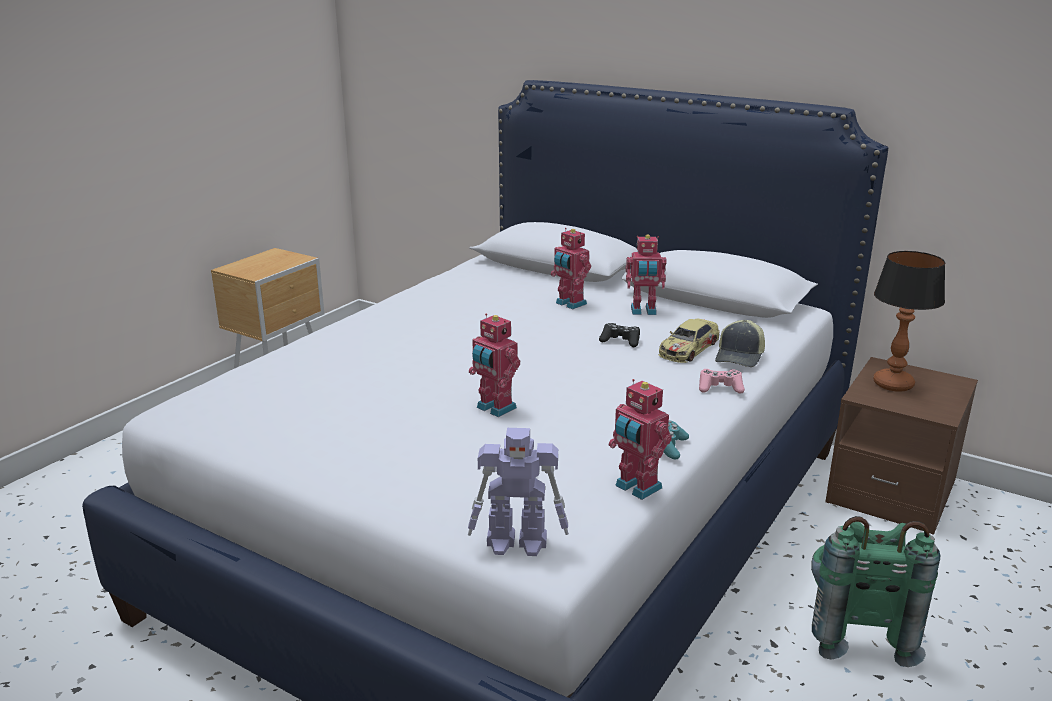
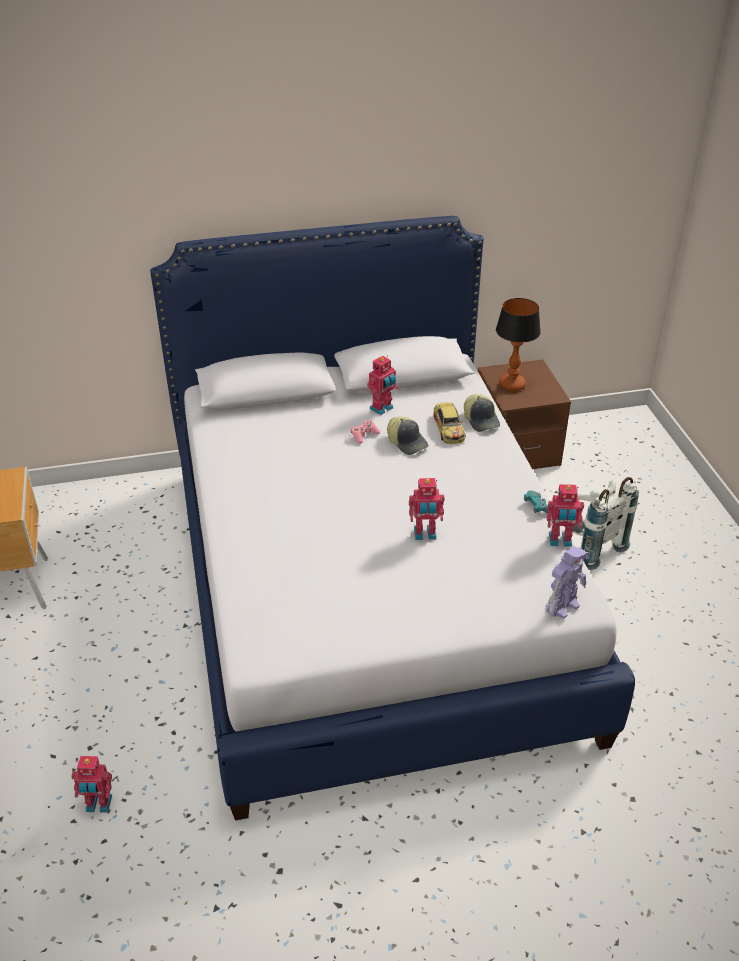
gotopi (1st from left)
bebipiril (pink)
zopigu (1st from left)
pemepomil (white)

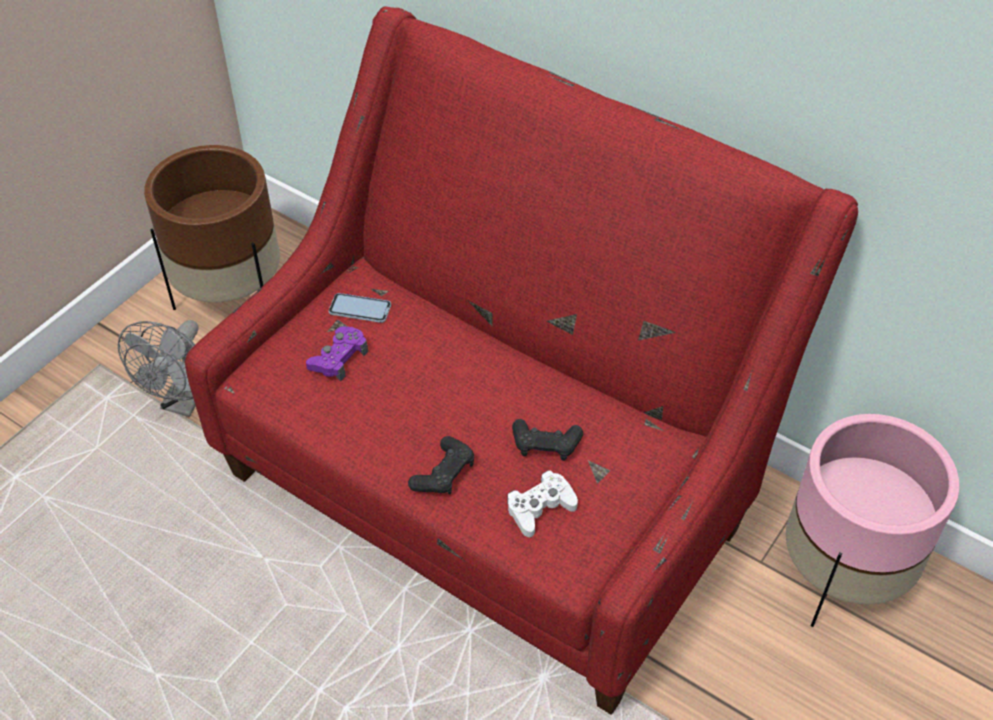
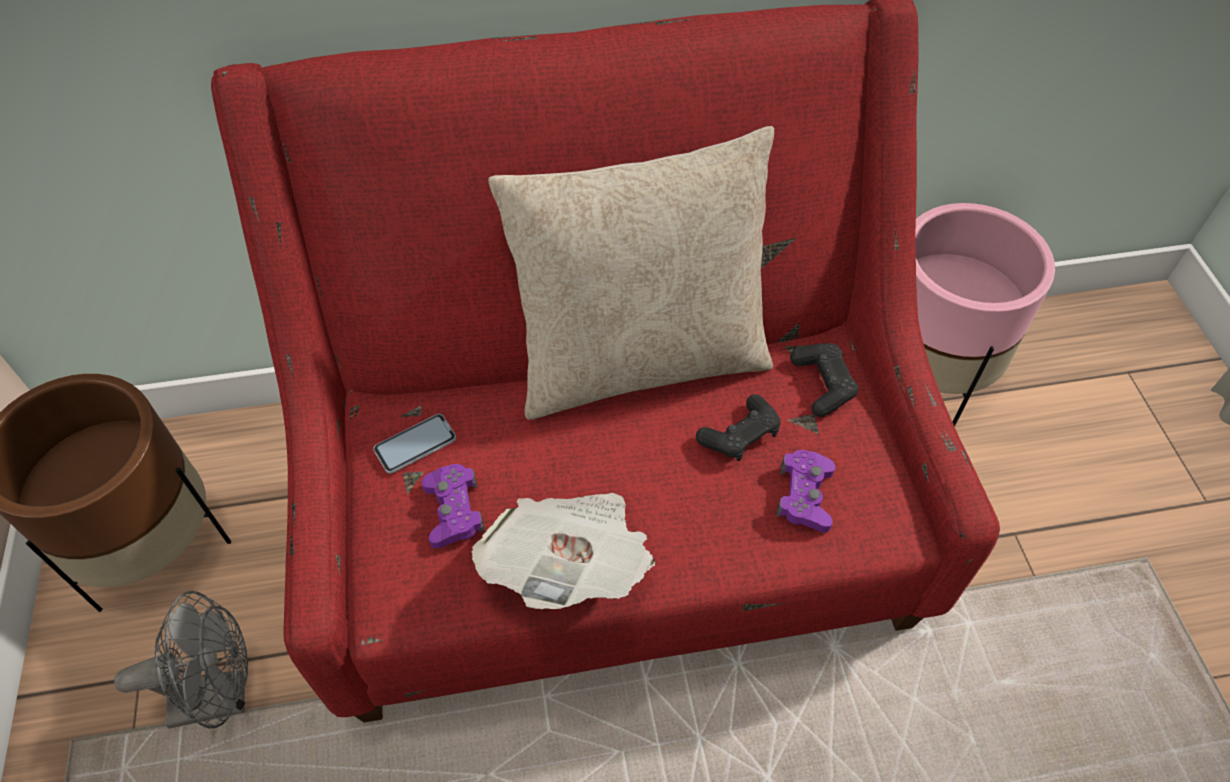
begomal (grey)
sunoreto
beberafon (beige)
bebipiril (purple) (2nd from left)
bebipiril (black) (2nd from left)

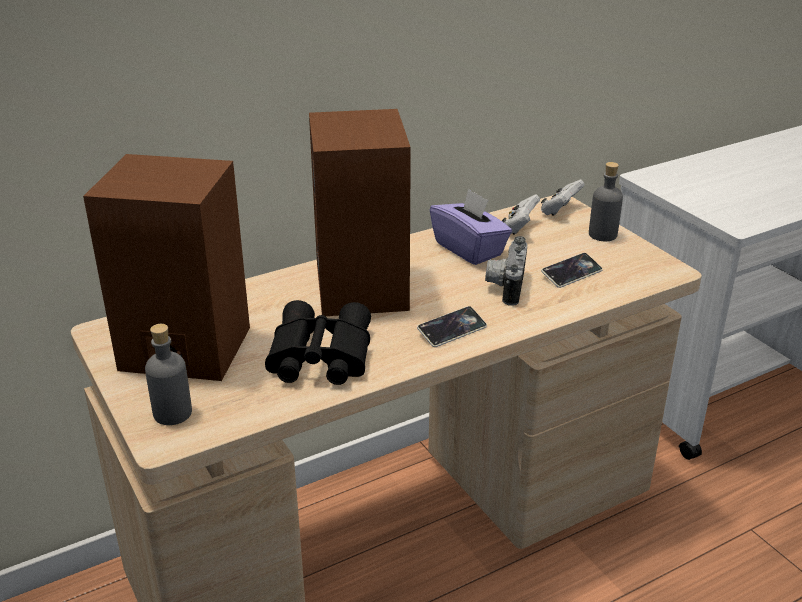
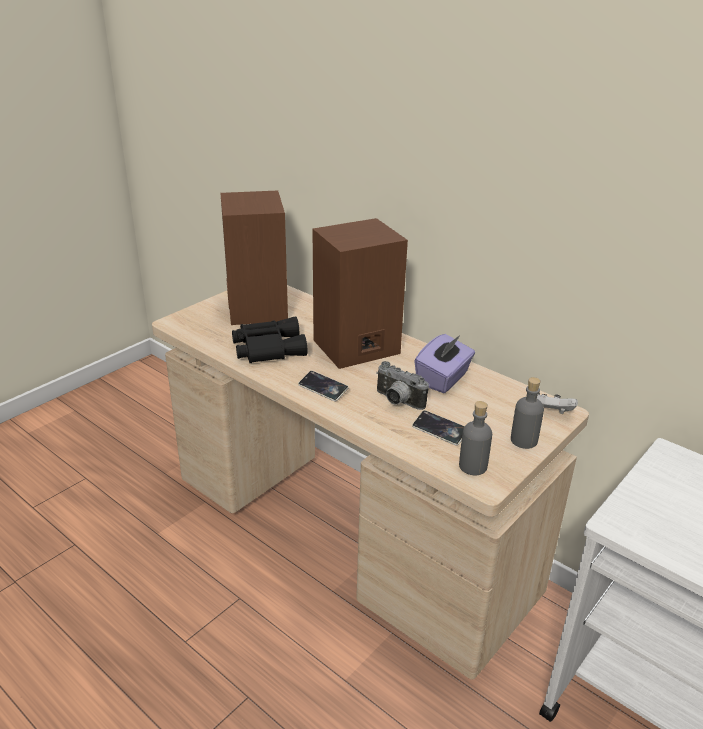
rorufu
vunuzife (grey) (1st from left)
bebipiril (white) (1st from left in the first image)

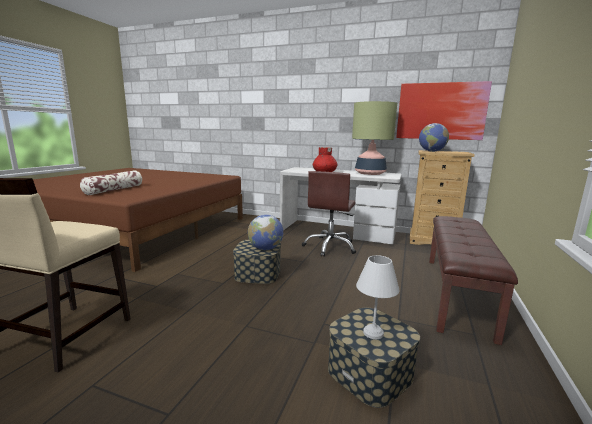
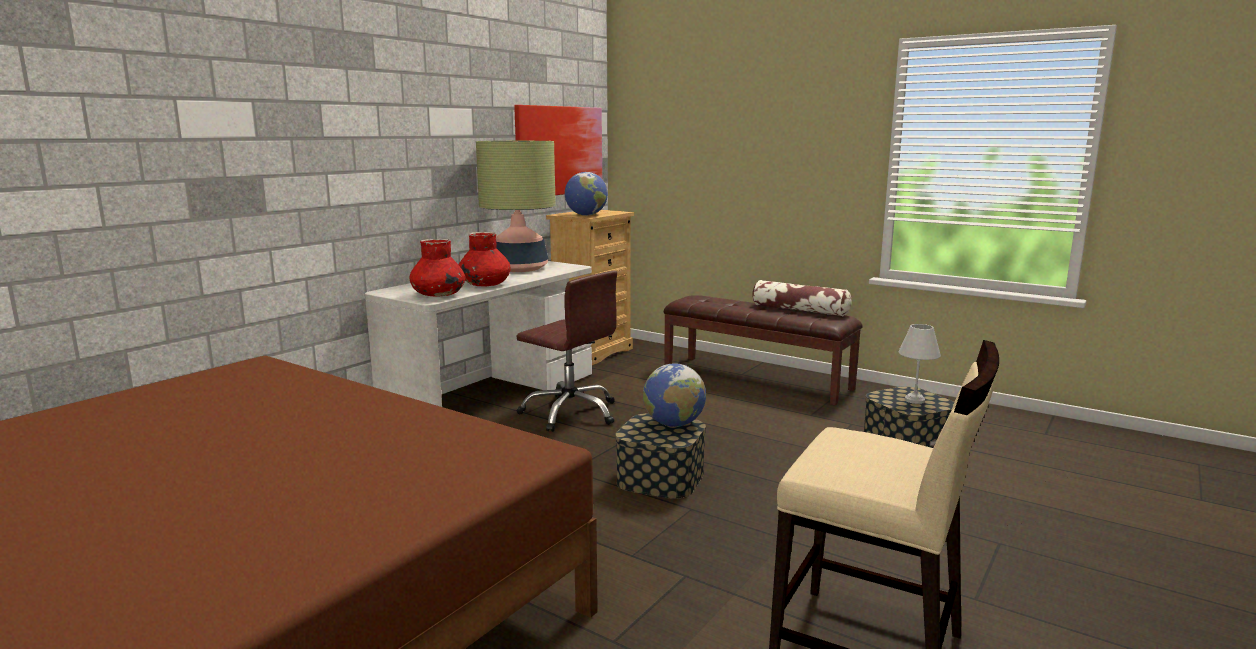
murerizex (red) (1st from left)
beberafon

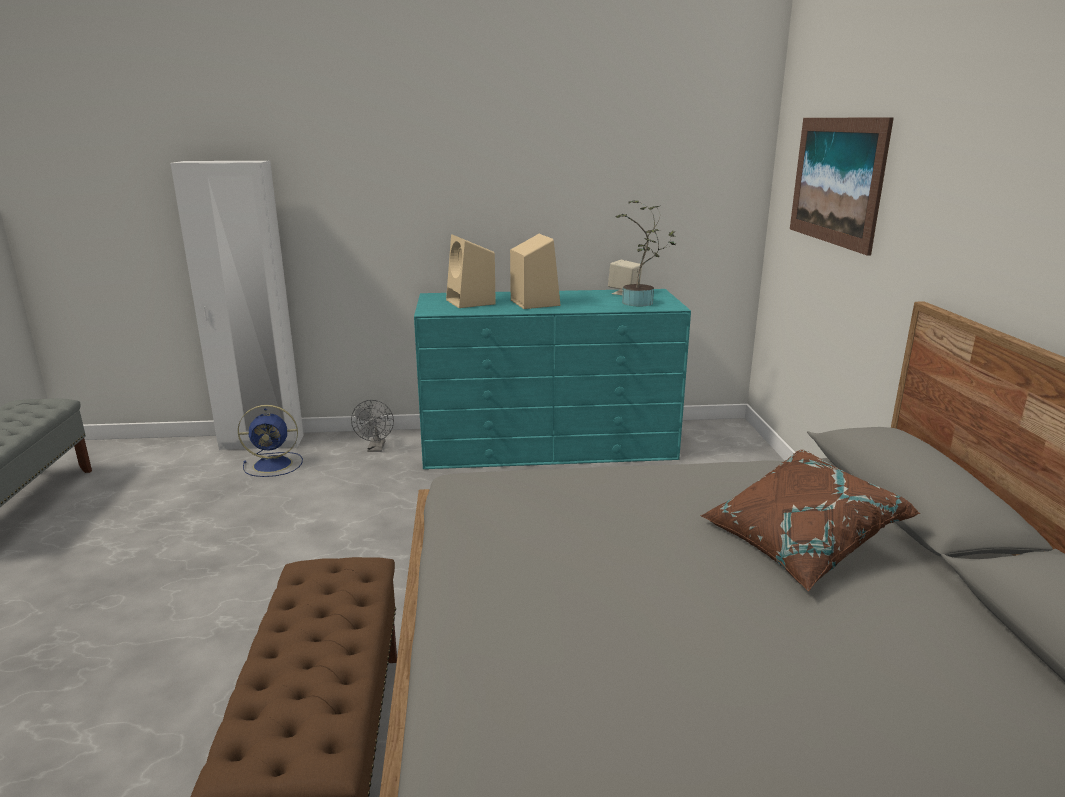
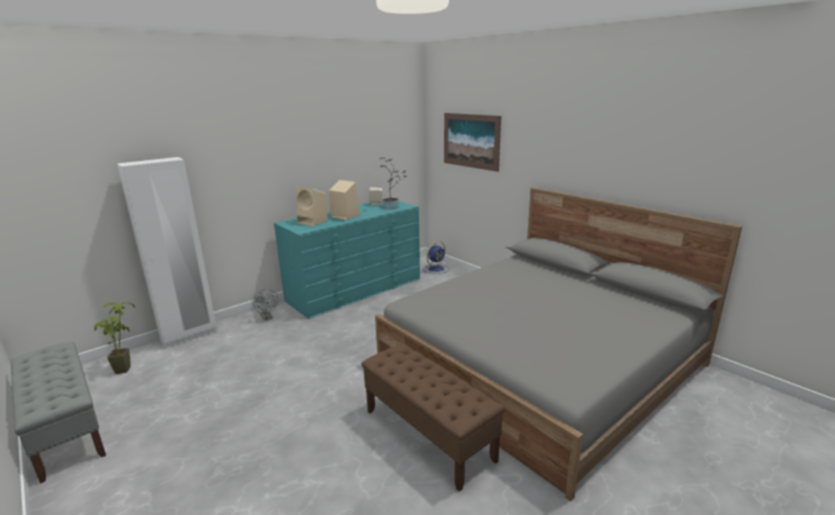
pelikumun (1st from left)
begomal (blue)
beberafon (brown)

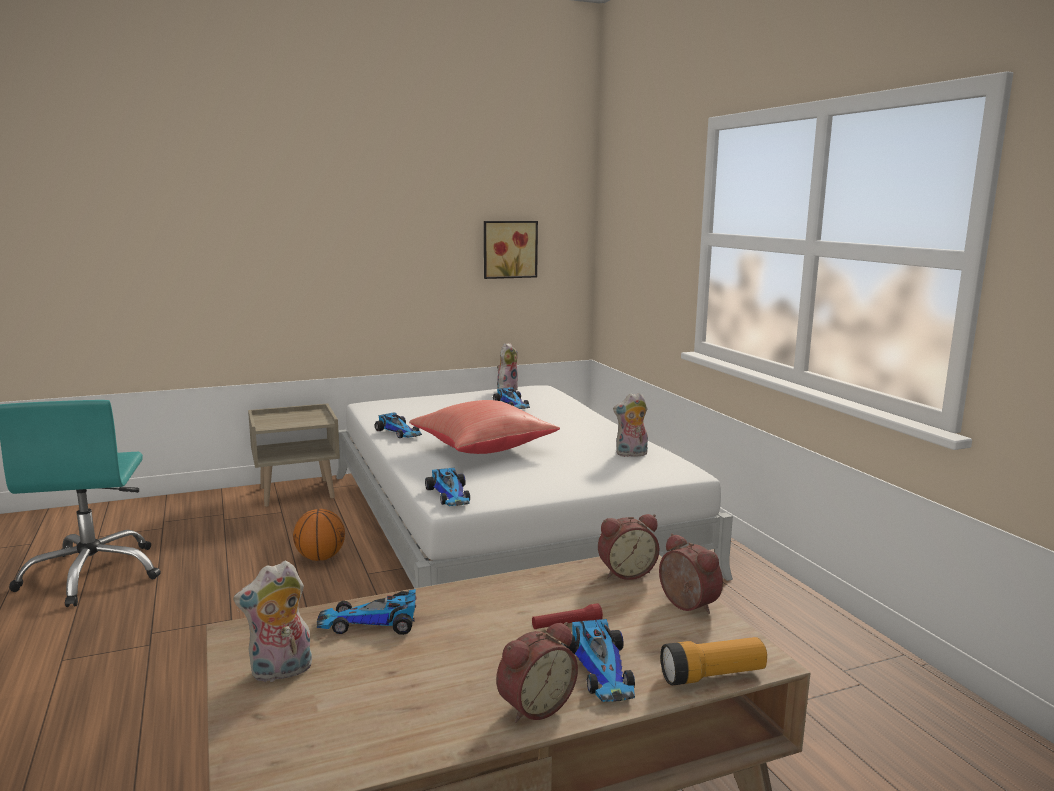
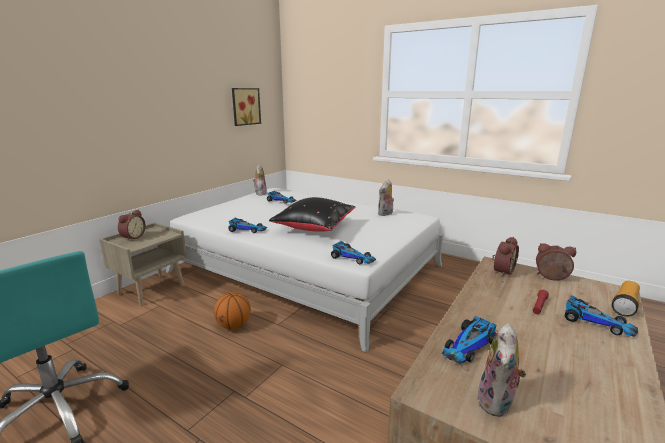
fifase (1st from left)
beberafon (black)

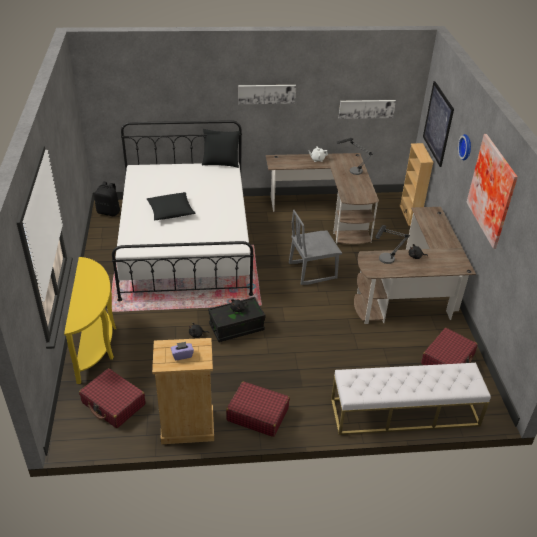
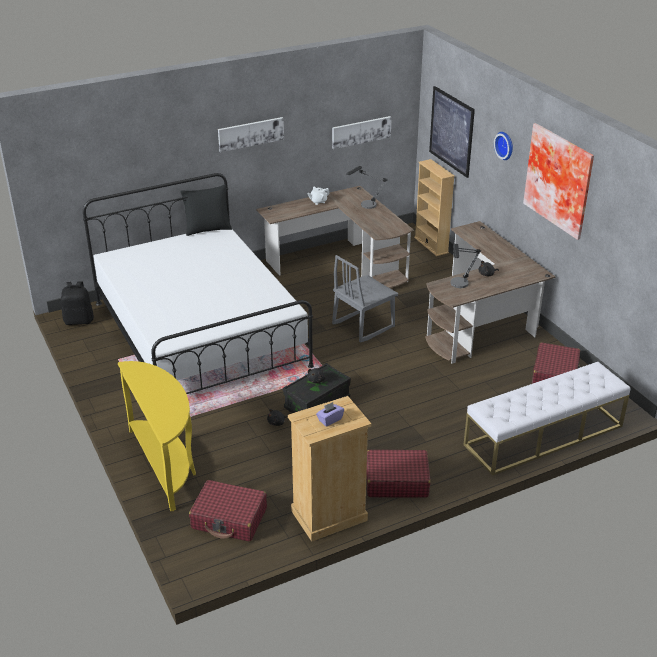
beberafon (black) (1st from left in the first image)

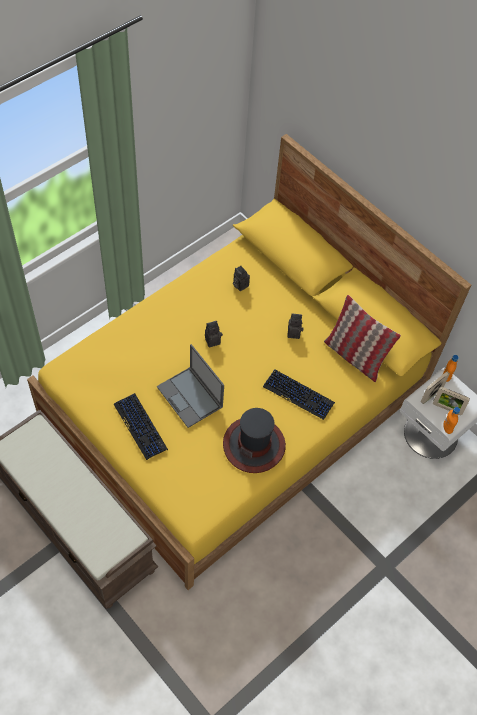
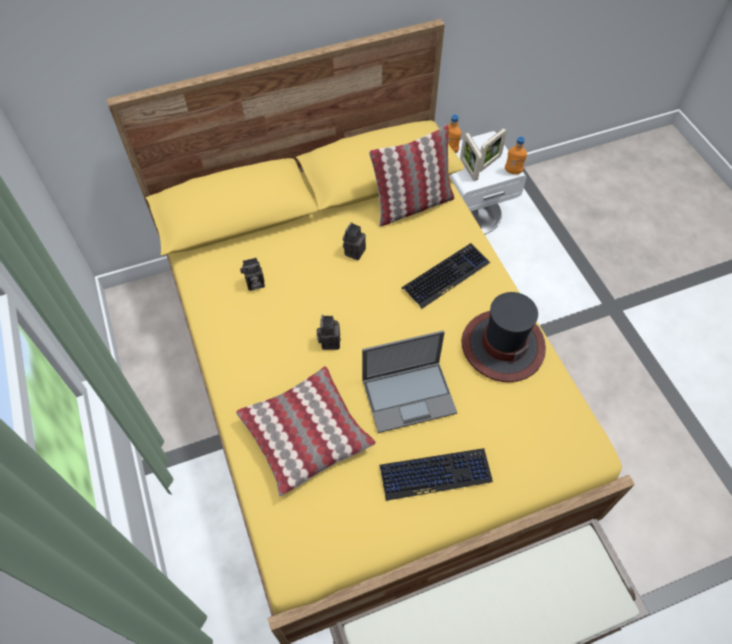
beberafon (1st from left)

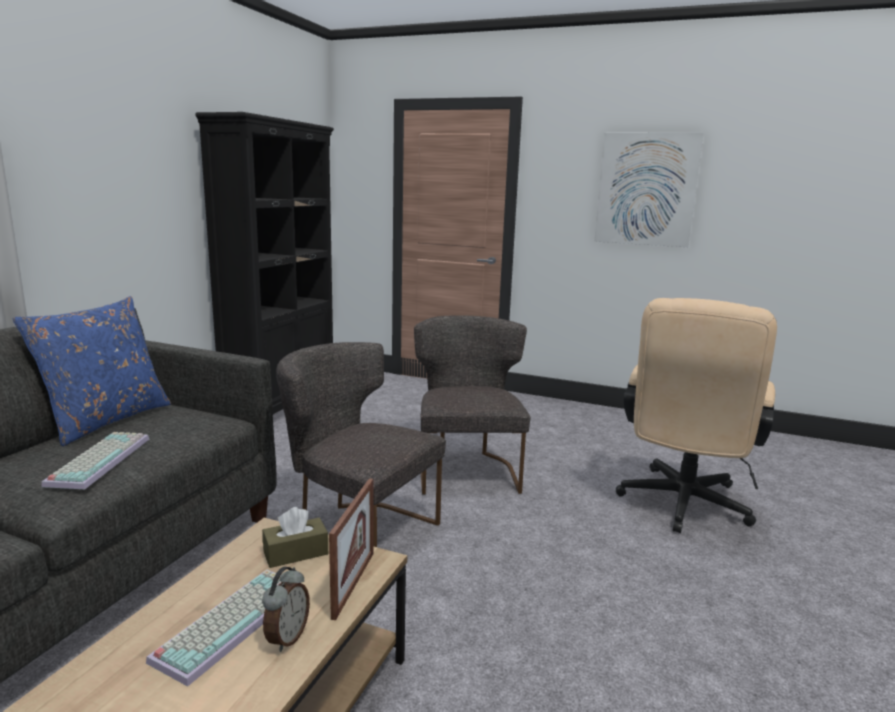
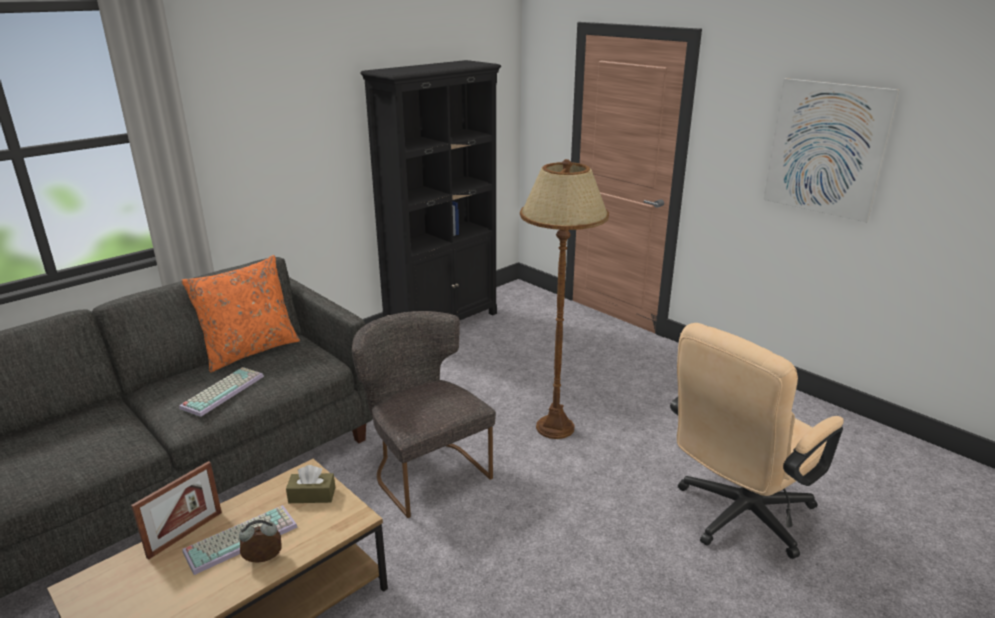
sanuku
beberafon (orange)
fifase
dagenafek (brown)

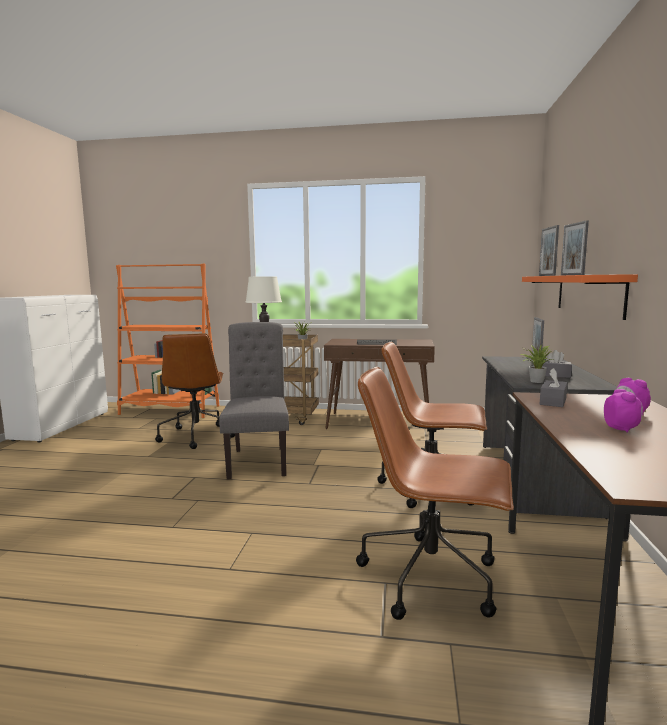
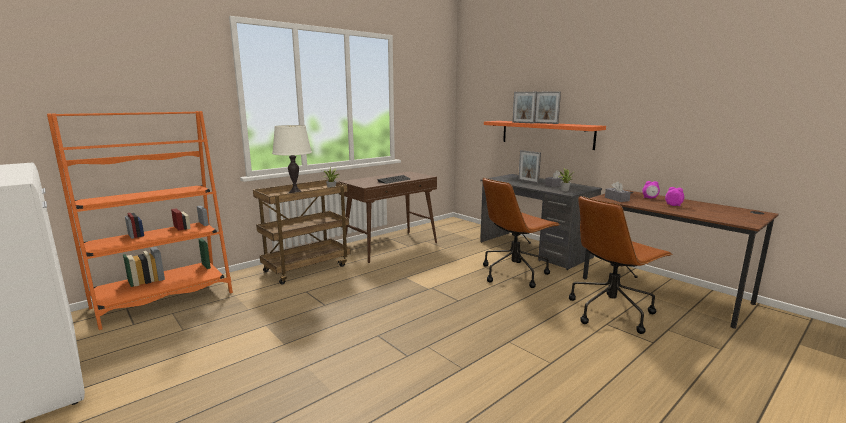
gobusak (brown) (1st from left in the first image)
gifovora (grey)

